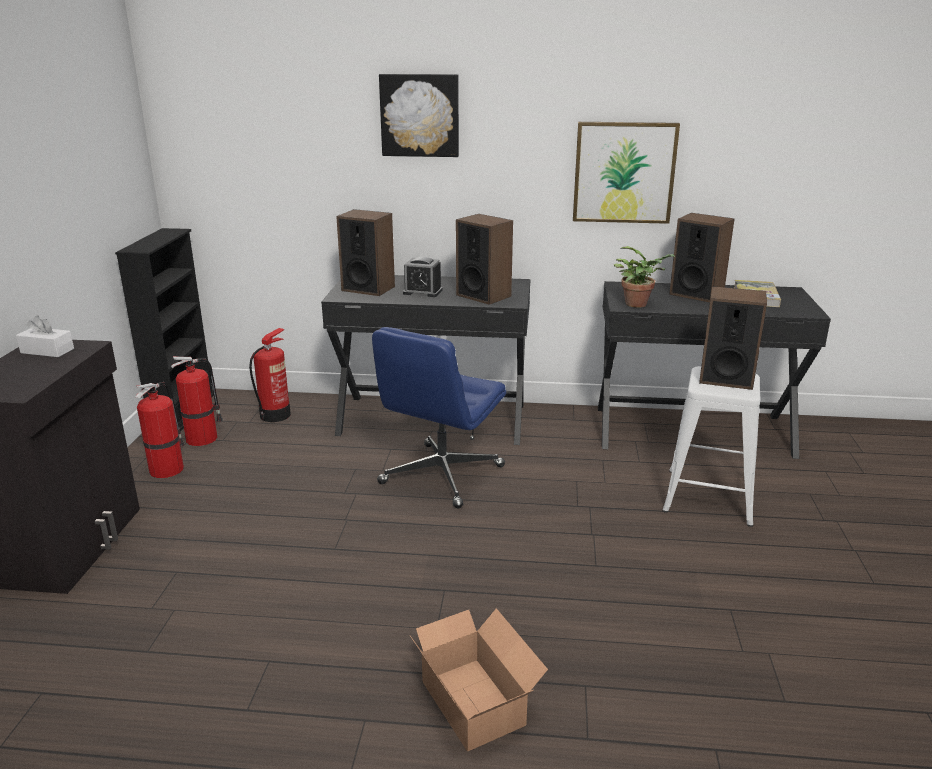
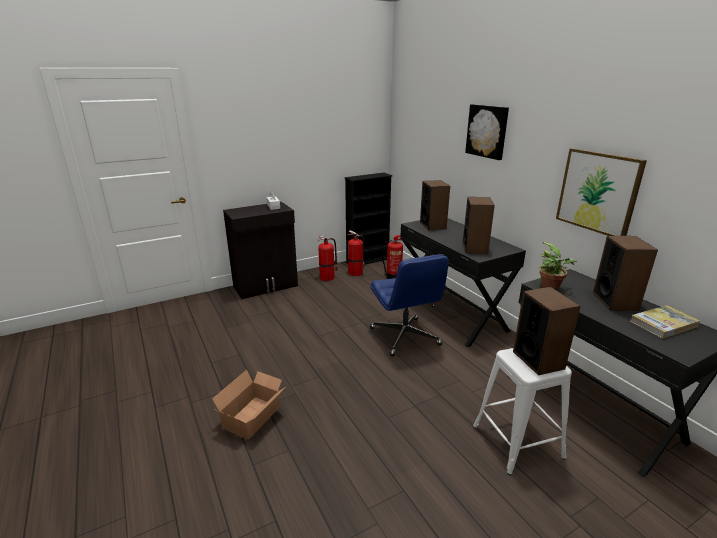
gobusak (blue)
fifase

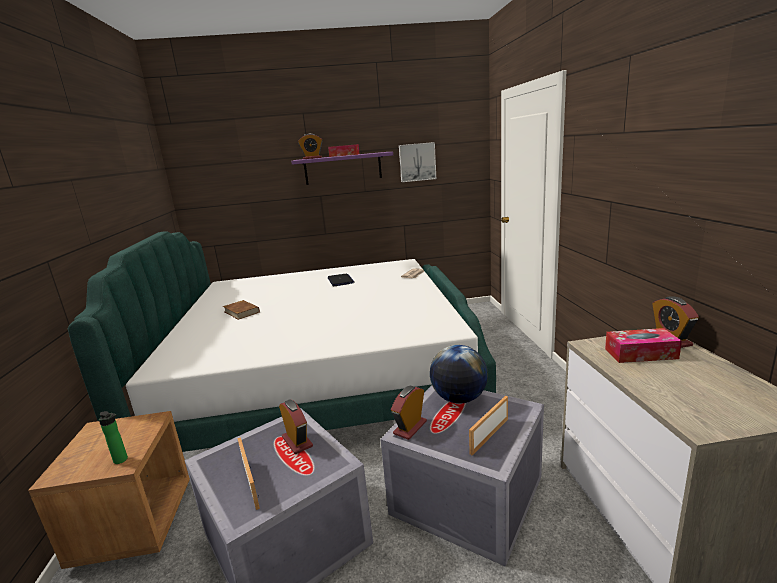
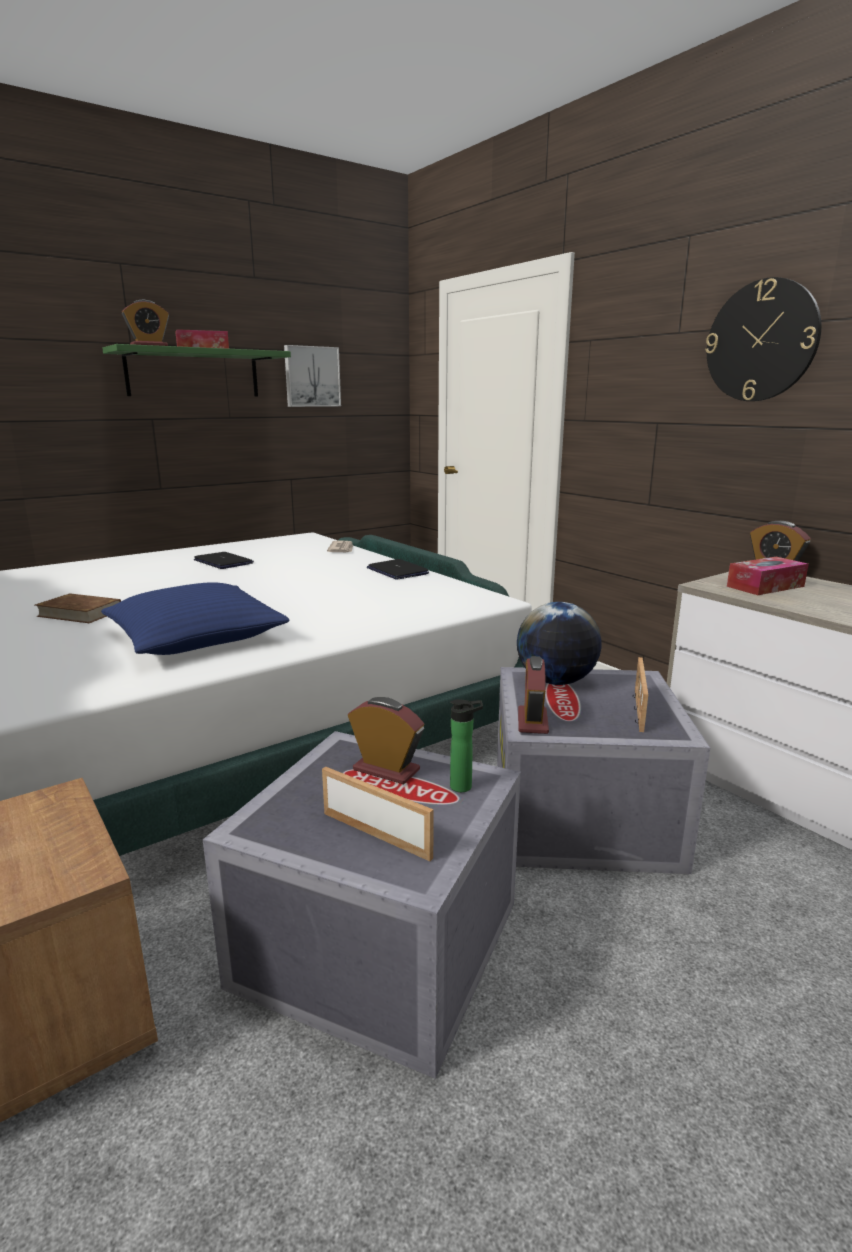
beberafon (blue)
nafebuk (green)
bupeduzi (2nd from left)
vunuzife
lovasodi

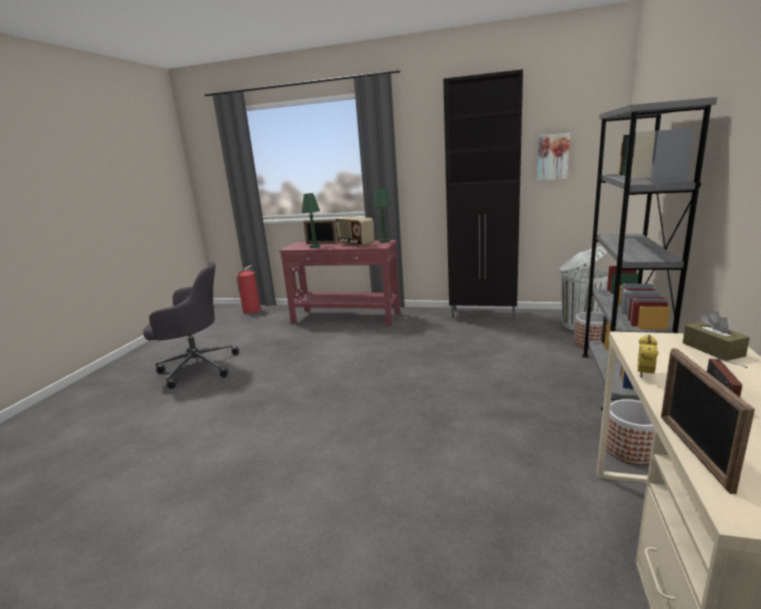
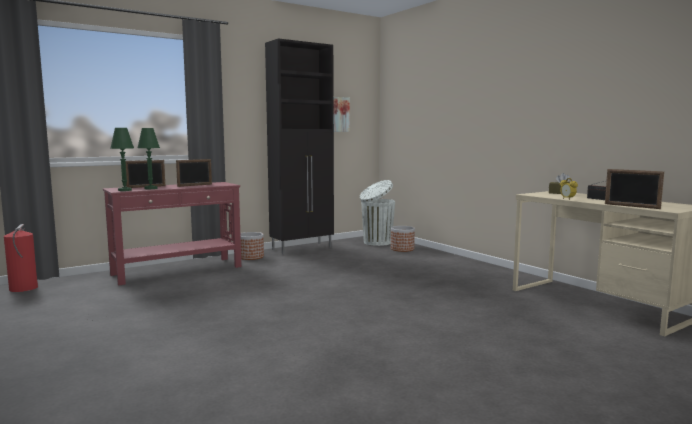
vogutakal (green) (1st from left)
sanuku (2nd from left)
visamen (1st from left)
gobusak (grey)
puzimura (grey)

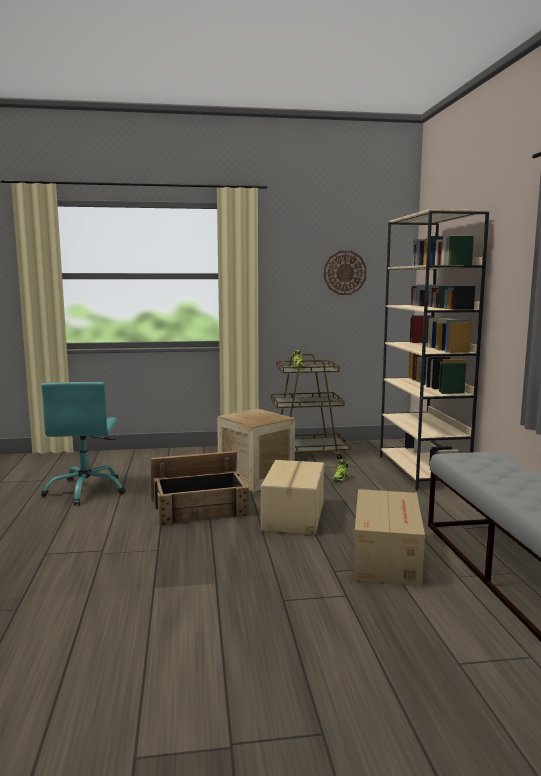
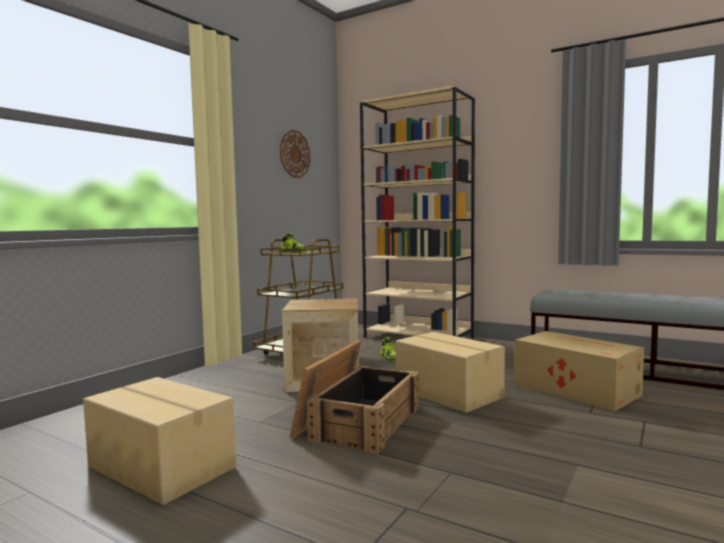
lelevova (1st from left)

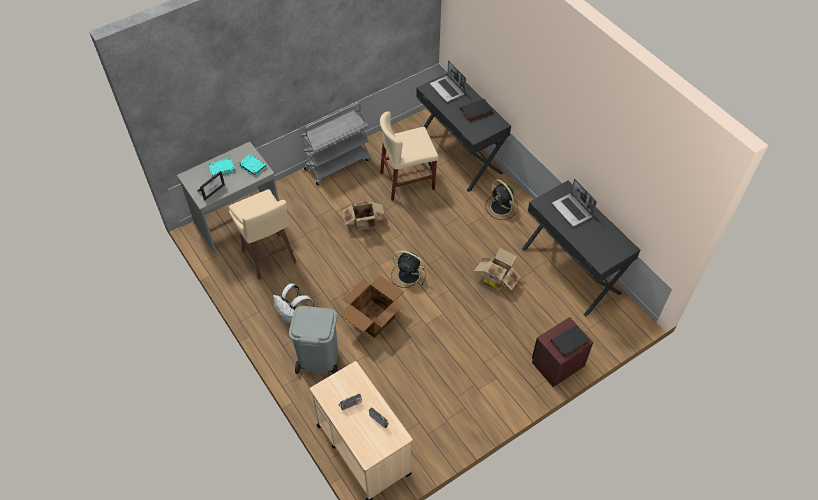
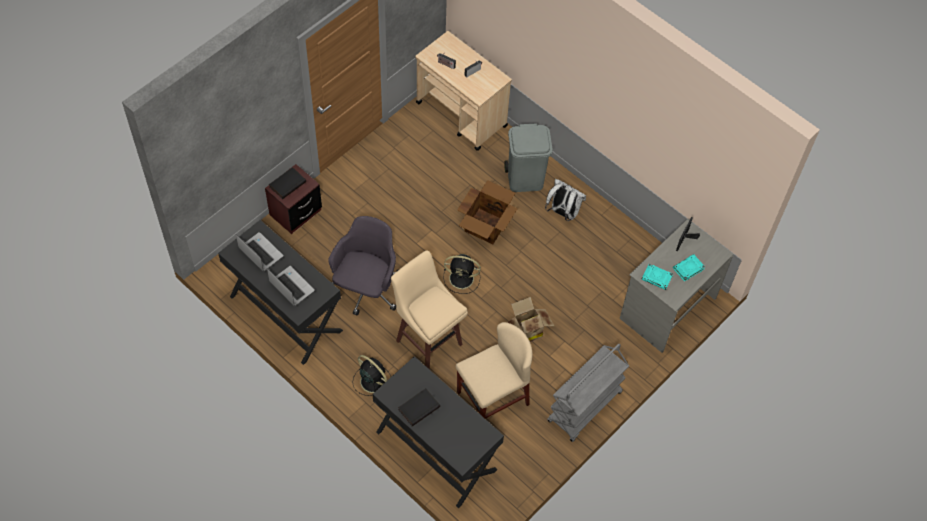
bupeduzi (1st from left)
gobusak (grey)
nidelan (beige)

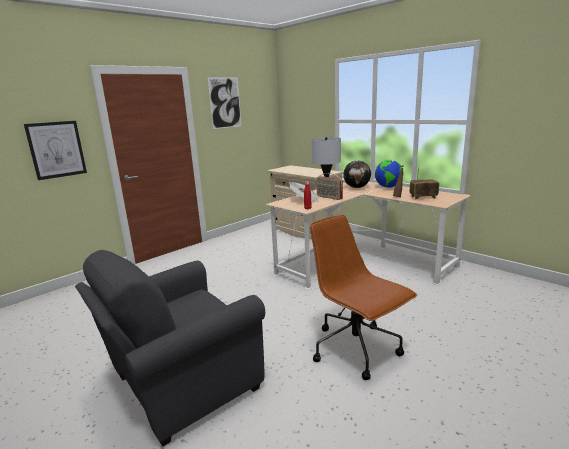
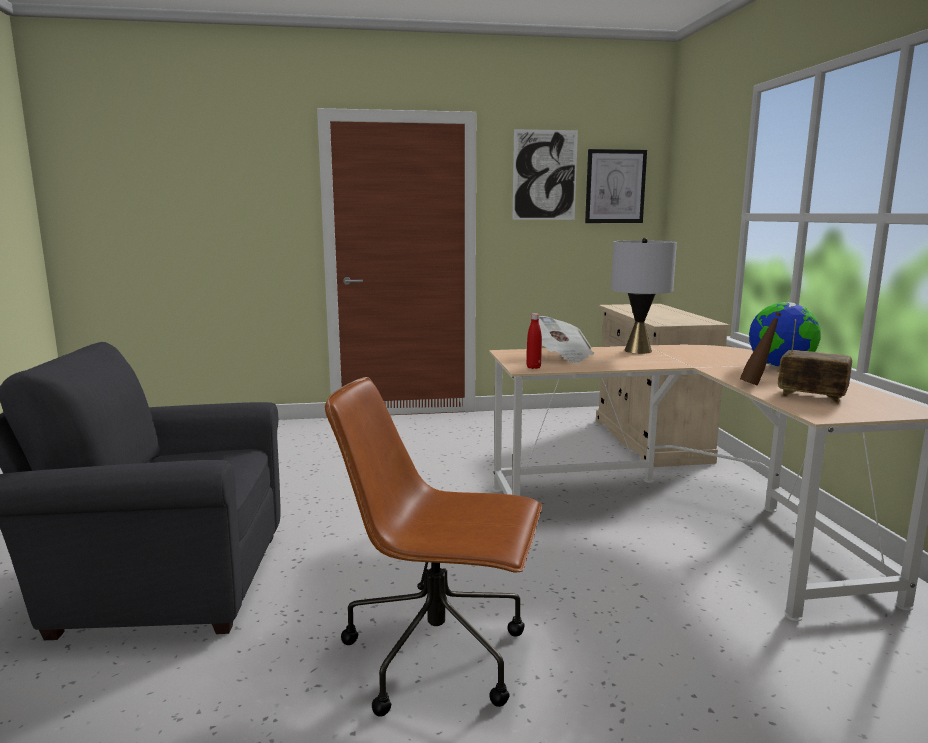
gobusak (brown)
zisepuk (2nd from left)
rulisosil (1st from left in the first image)
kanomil (1st from left in the first image)

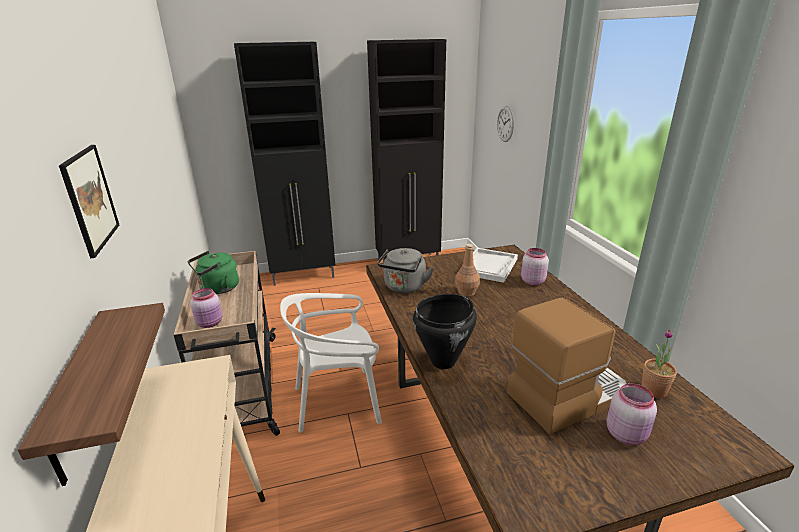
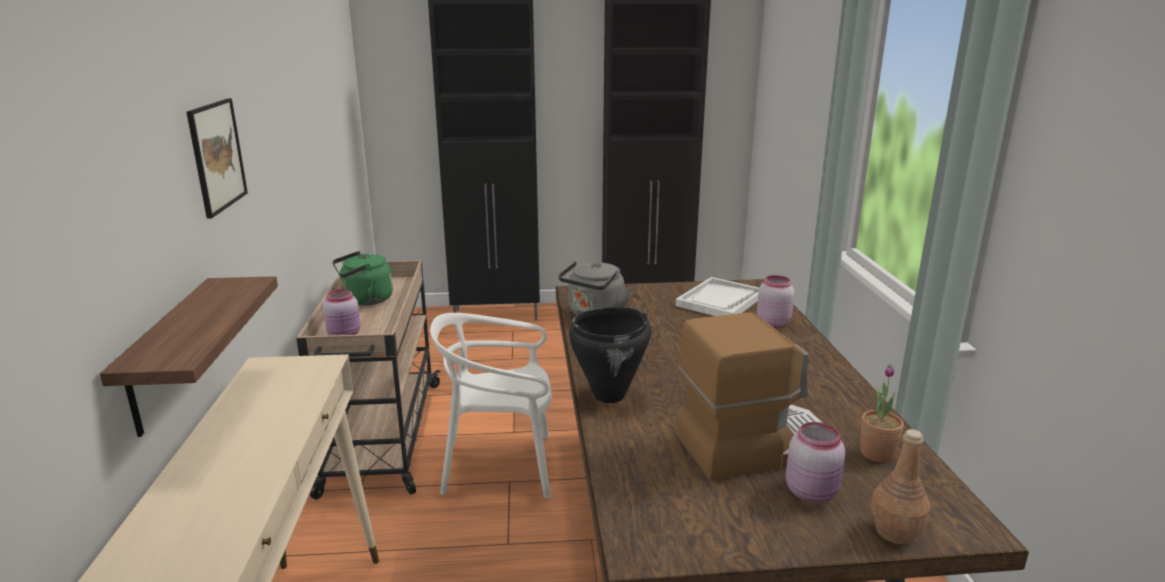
vunuzife (brown)
lovasodi

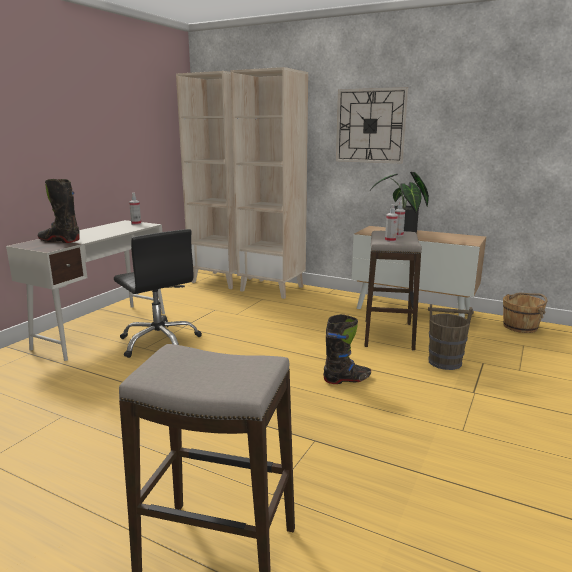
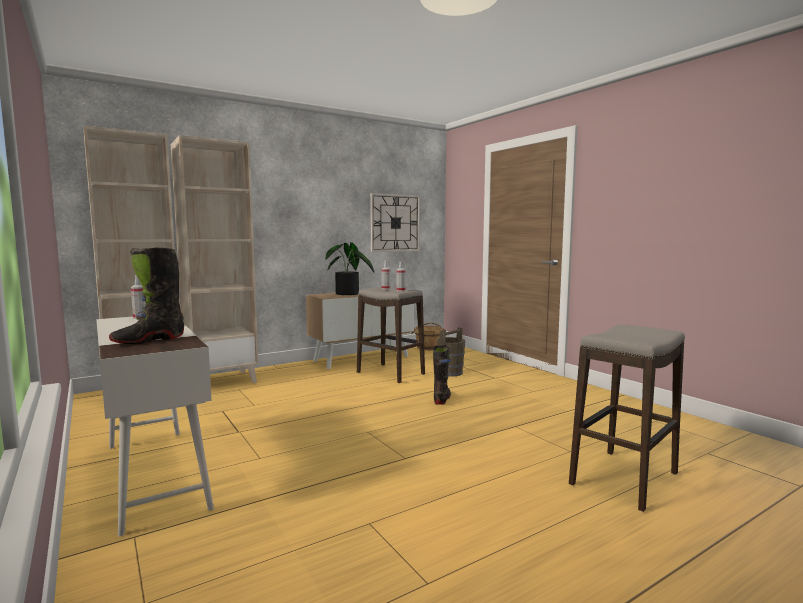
lovasodi
gobusak (black)

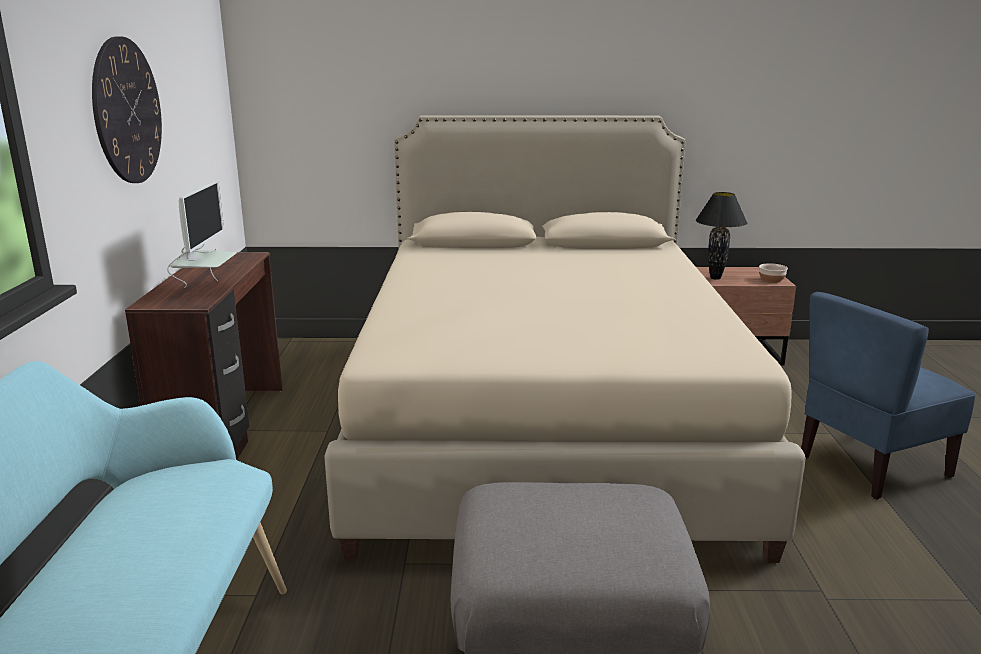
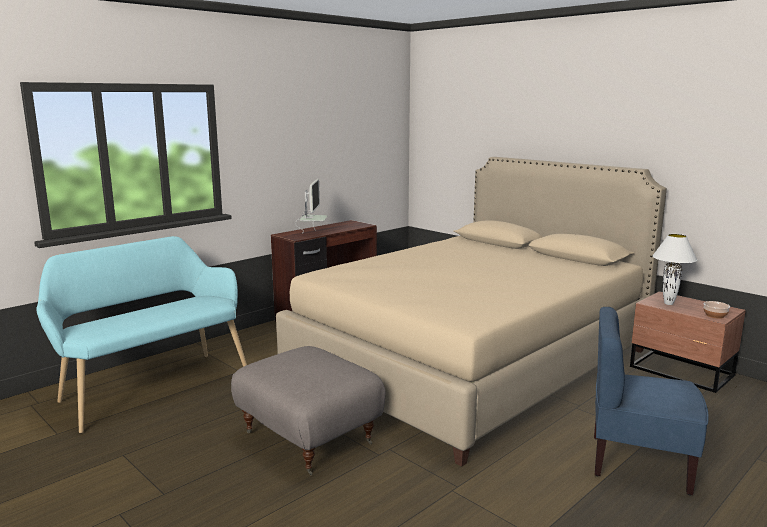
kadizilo
vogutakal (white)
lovasodi

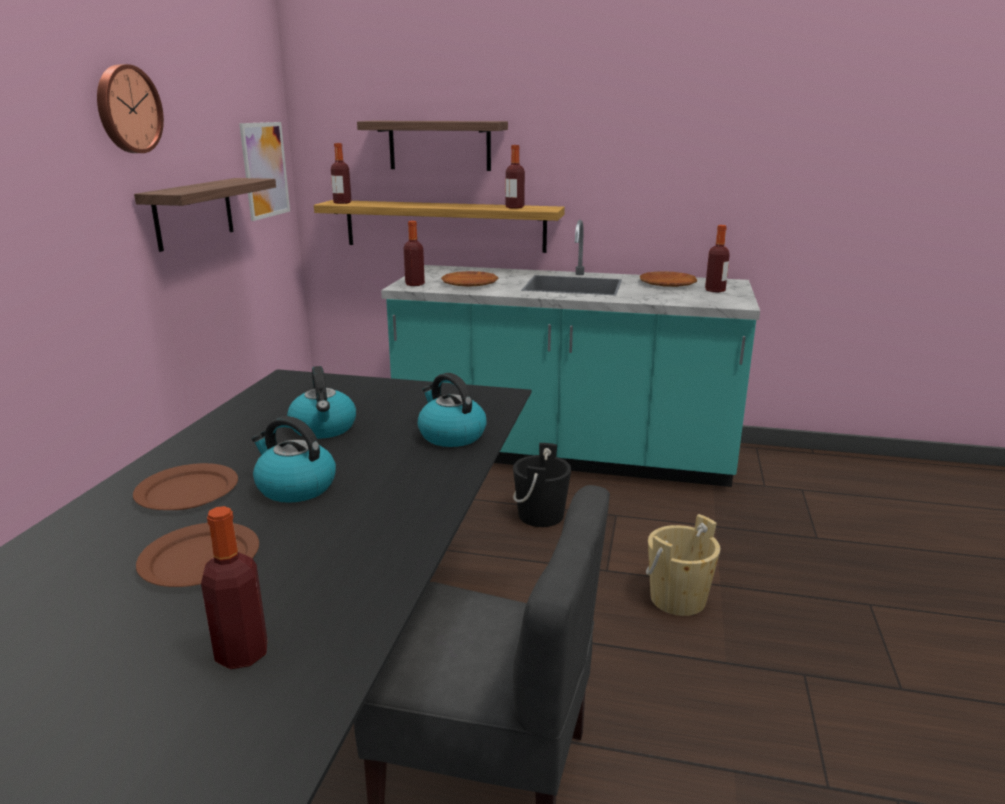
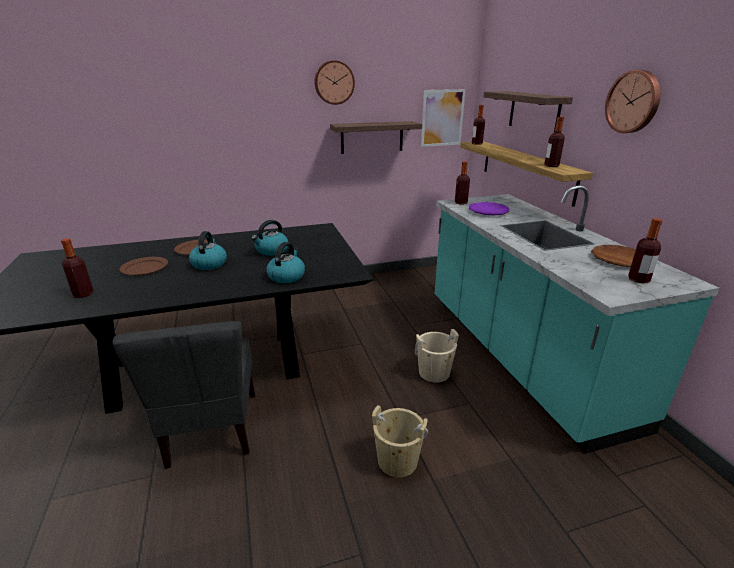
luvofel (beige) (2nd from left)
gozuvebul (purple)
lovasodi (2nd from left)

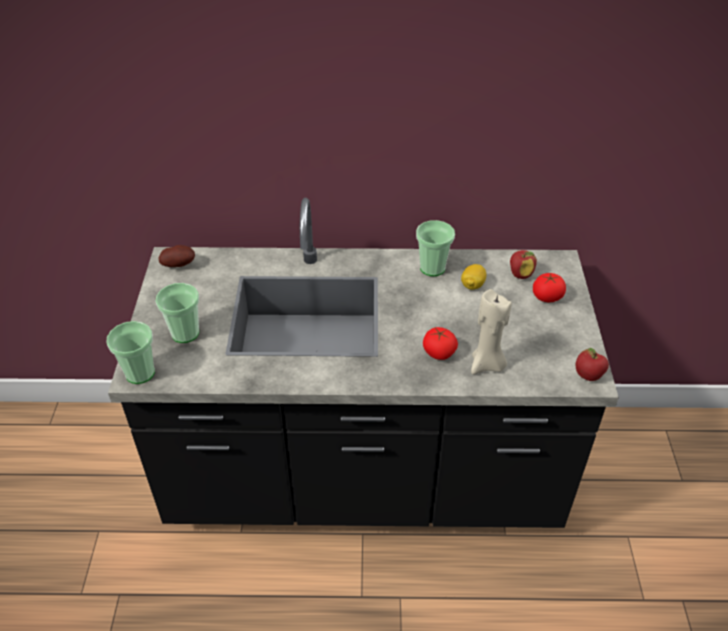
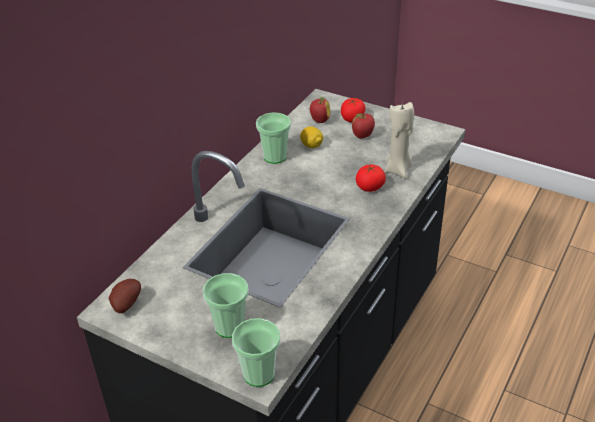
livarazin (2nd from left)

